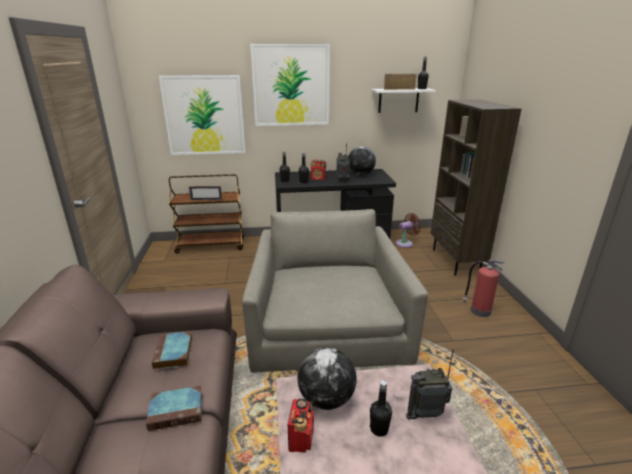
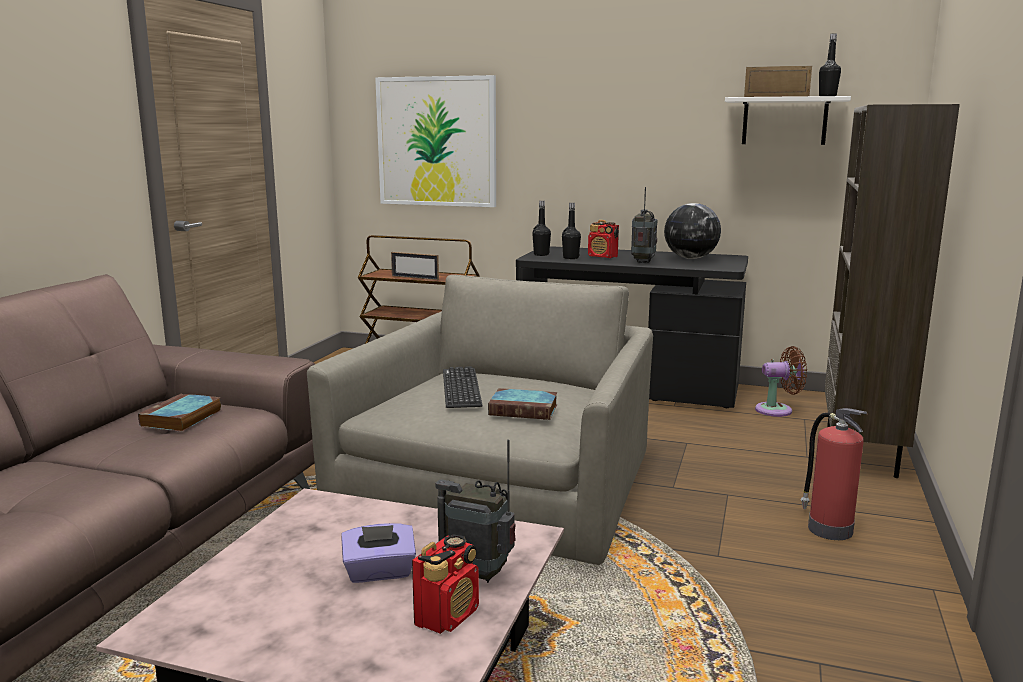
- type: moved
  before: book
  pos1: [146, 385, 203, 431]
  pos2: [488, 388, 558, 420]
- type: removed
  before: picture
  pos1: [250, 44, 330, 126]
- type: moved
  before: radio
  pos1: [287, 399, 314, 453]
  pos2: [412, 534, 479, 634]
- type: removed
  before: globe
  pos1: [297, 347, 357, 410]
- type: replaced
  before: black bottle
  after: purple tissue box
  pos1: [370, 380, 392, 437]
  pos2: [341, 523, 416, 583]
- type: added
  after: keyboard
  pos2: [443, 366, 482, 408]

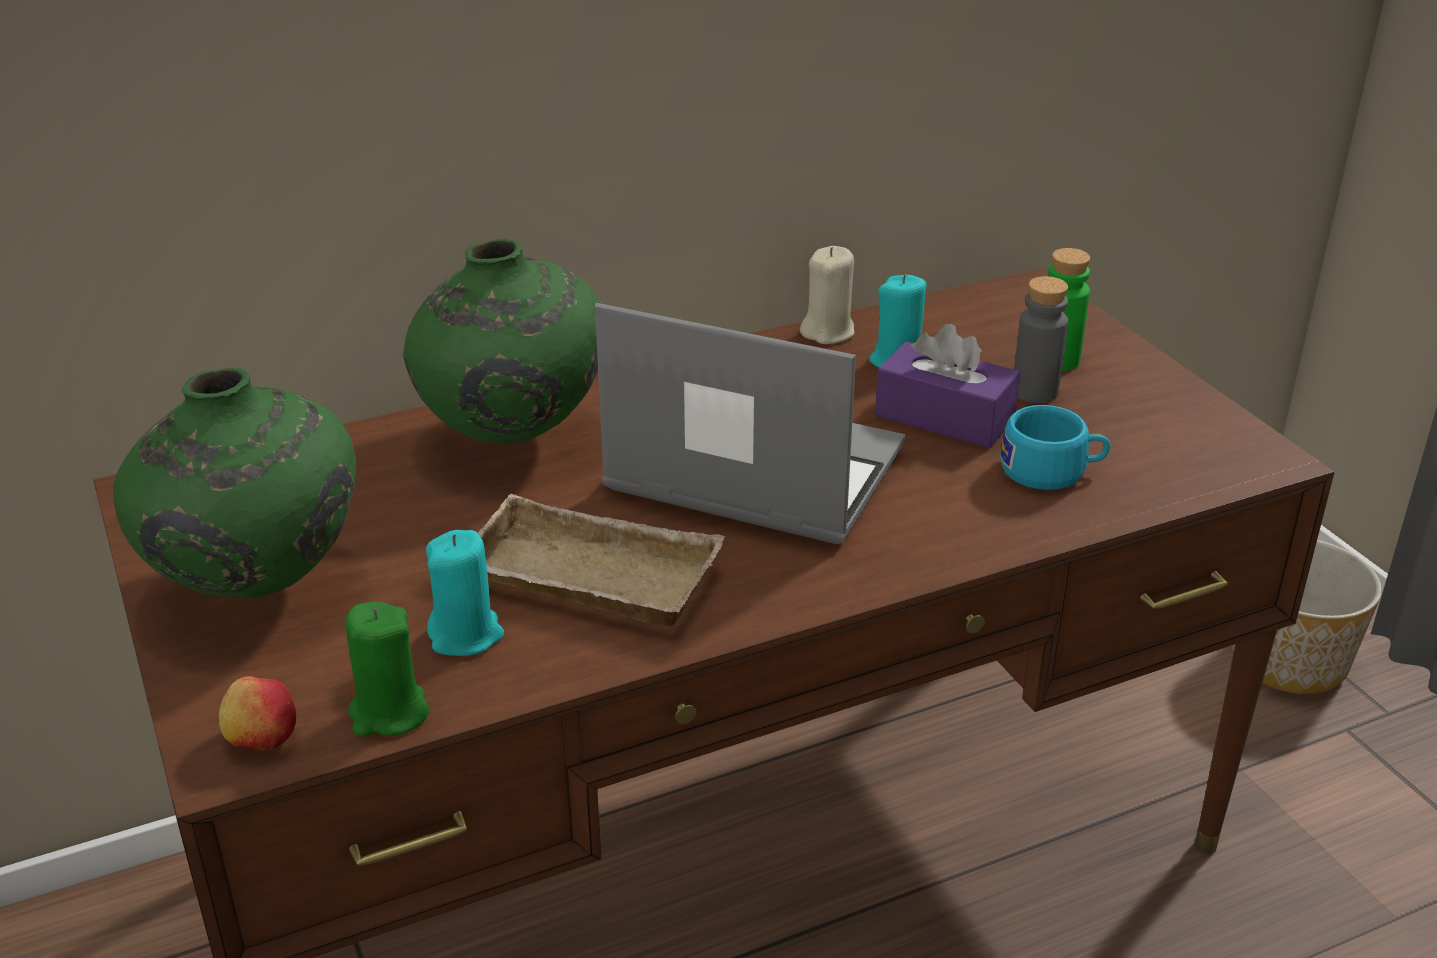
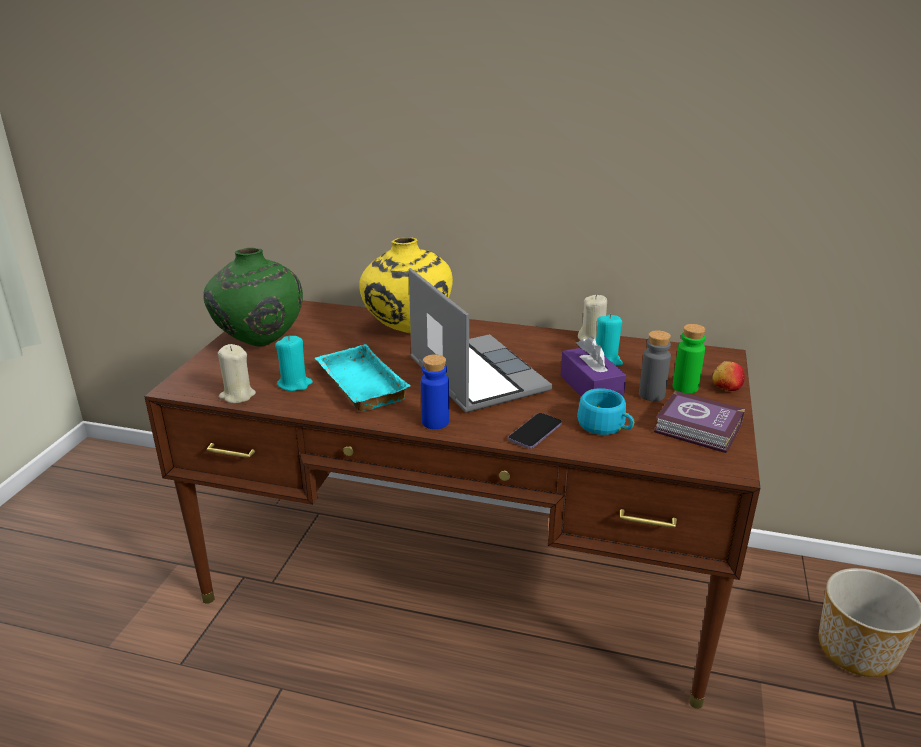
- type: moved
  before: apple
  pos1: [219, 676, 296, 750]
  pos2: [713, 361, 745, 391]
- type: recoloured
  before: green candle
  after: beige candle
  pos1: [345, 602, 429, 737]
  pos2: [218, 344, 256, 403]
- type: recoloured
  before: green vase
  after: yellow vase
  pos1: [403, 239, 600, 443]
  pos2: [359, 238, 453, 333]
- type: recoloured
  before: beige tray
  after: turquoise tray
  pos1: [478, 494, 725, 626]
  pos2: [315, 344, 411, 411]
- type: added
  after: blue bottle
  pos2: [421, 354, 449, 429]
- type: added
  after: phone
  pos2: [508, 413, 562, 449]
- type: added
  after: book
  pos2: [654, 390, 745, 453]

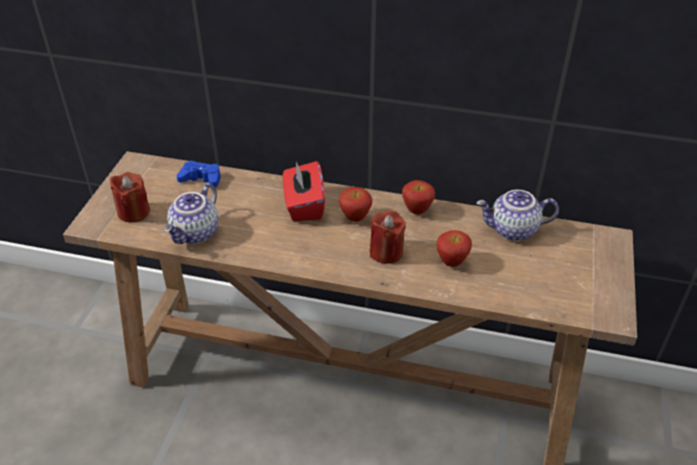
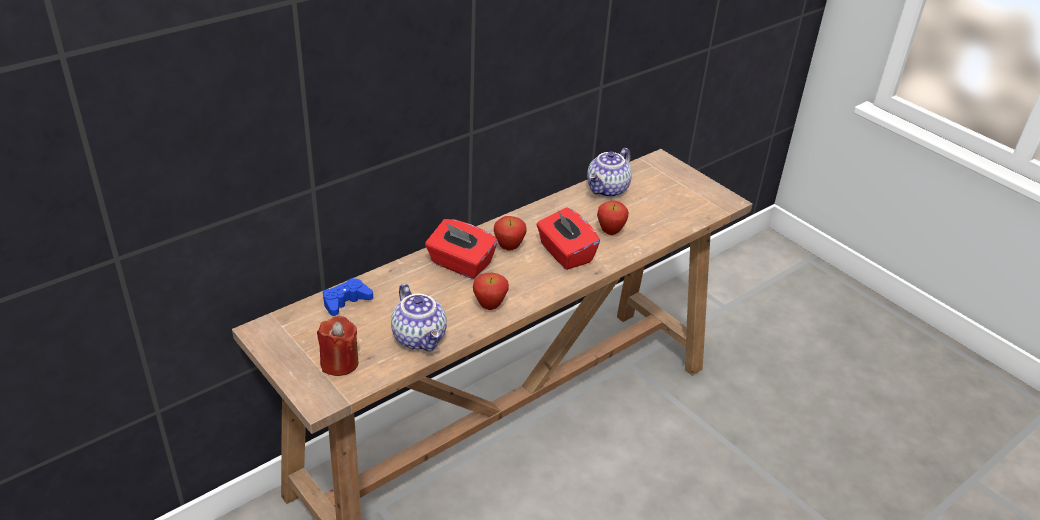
- type: replaced
  before: red candle
  after: red tissue box
  pos1: [369, 210, 406, 264]
  pos2: [536, 207, 600, 270]
- type: moved
  before: apple
  pos1: [402, 180, 435, 215]
  pos2: [473, 273, 509, 310]

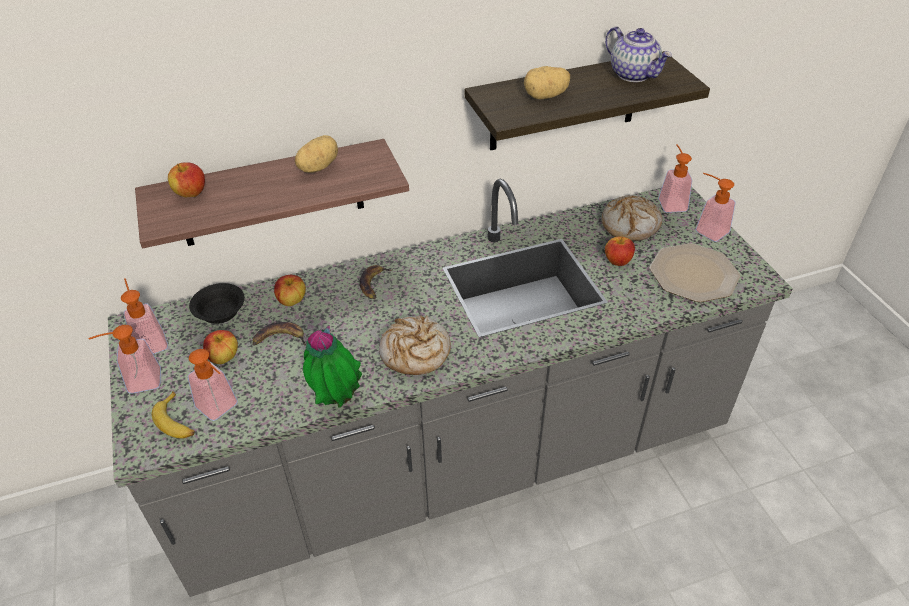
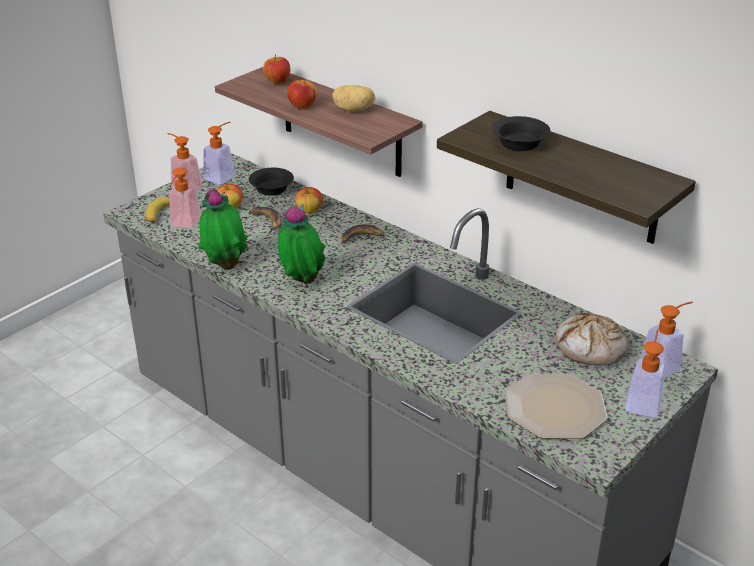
- type: replaced
  before: bread
  after: potted plant
  pos1: [379, 315, 451, 375]
  pos2: [278, 205, 325, 284]
- type: replaced
  before: potato
  after: black bowl
  pos1: [524, 66, 570, 99]
  pos2: [492, 116, 550, 151]
- type: removed
  before: teapot
  pos1: [605, 27, 672, 82]
- type: moved
  before: apple
  pos1: [605, 236, 635, 266]
  pos2: [287, 79, 317, 109]

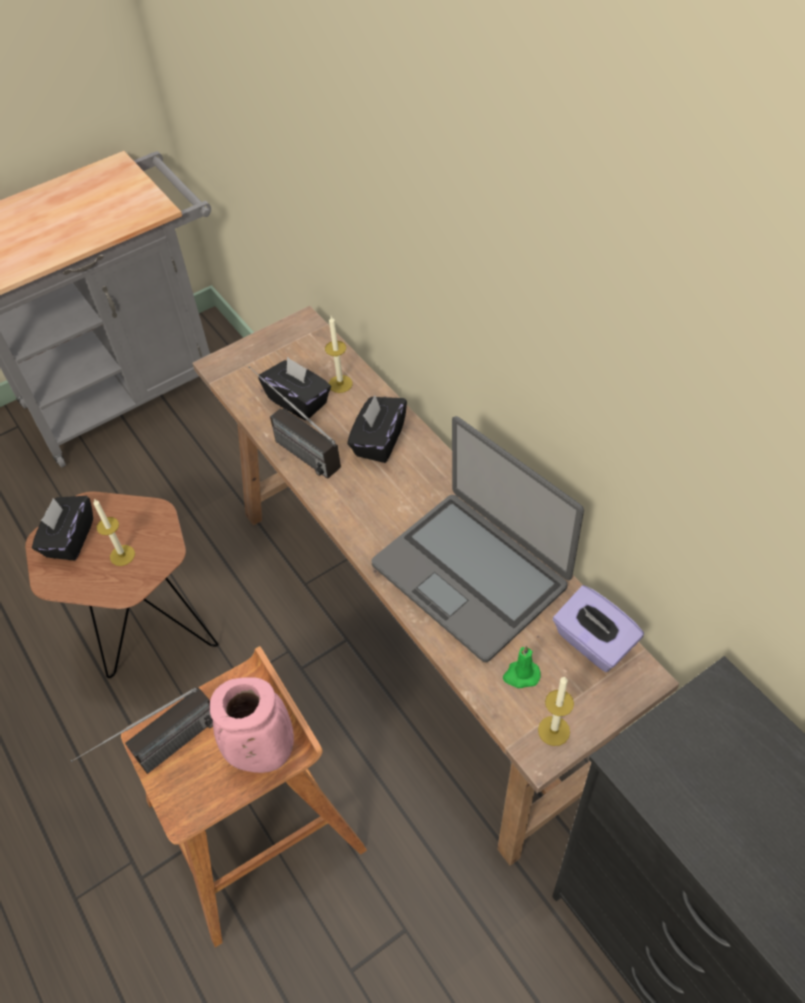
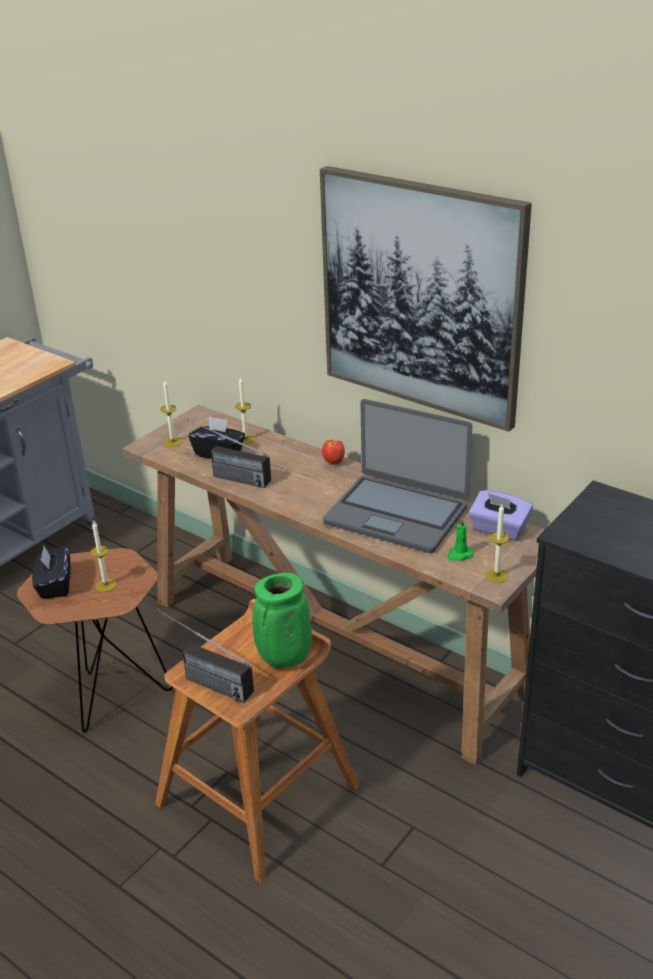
- type: turned
  before: radio
  pos1: [71, 687, 213, 774]
  pos2: [157, 609, 254, 703]
  turn: 90
- type: recoloured
  before: pink vase
  after: green vase
  pos1: [210, 677, 294, 773]
  pos2: [252, 573, 312, 668]
- type: removed
  before: black tissue box
  pos1: [347, 396, 407, 463]
- type: added
  after: candle
  pos2: [160, 380, 182, 447]
- type: added
  after: picture
  pos2: [320, 166, 532, 432]
- type: added
  after: apple
  pos2: [322, 440, 345, 465]

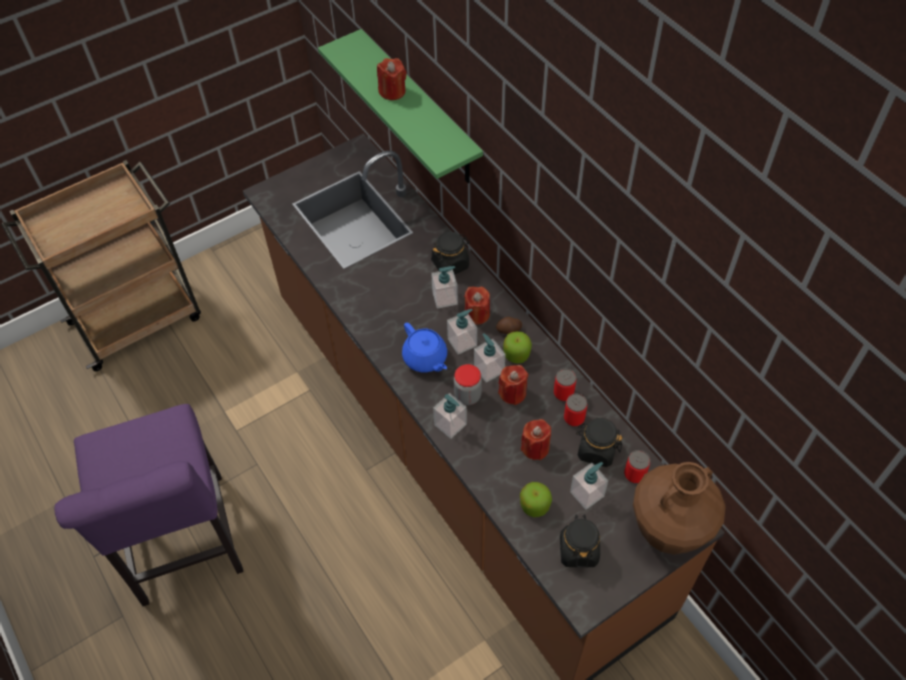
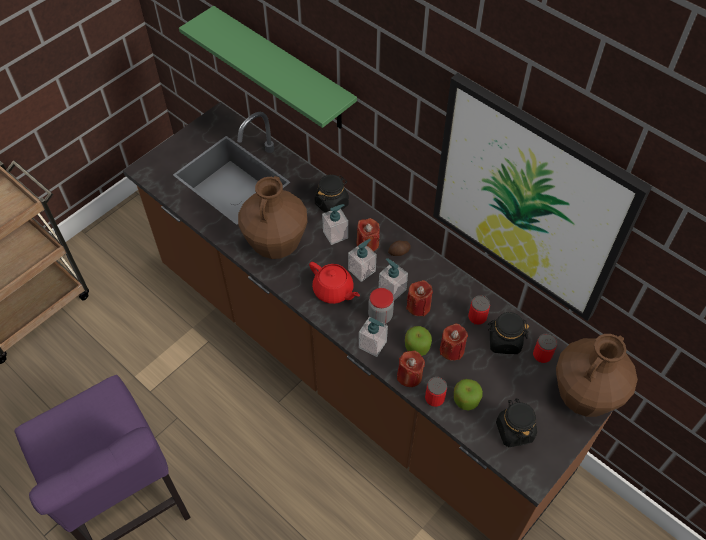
- type: moved
  before: red candle
  pos1: [377, 58, 406, 100]
  pos2: [397, 351, 425, 387]
- type: recoloured
  before: blue teapot
  after: red teapot
  pos1: [402, 323, 447, 372]
  pos2: [309, 262, 360, 304]
- type: moved
  before: apple
  pos1: [503, 331, 532, 364]
  pos2: [405, 326, 432, 356]
- type: moved
  before: can
  pos1: [554, 369, 577, 401]
  pos2: [425, 377, 447, 407]
- type: removed
  before: soap dispenser
  pos1: [570, 462, 608, 510]
- type: added
  after: brown vase
  pos2: [238, 176, 307, 259]
- type: added
  after: picture
  pos2: [433, 73, 652, 321]

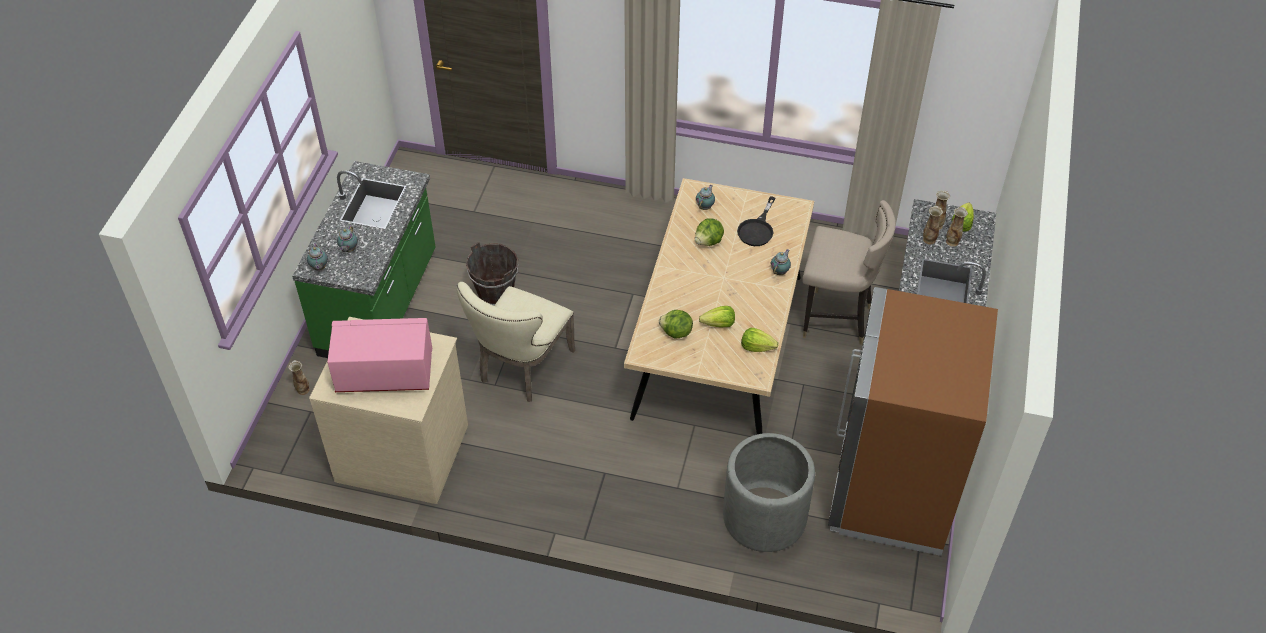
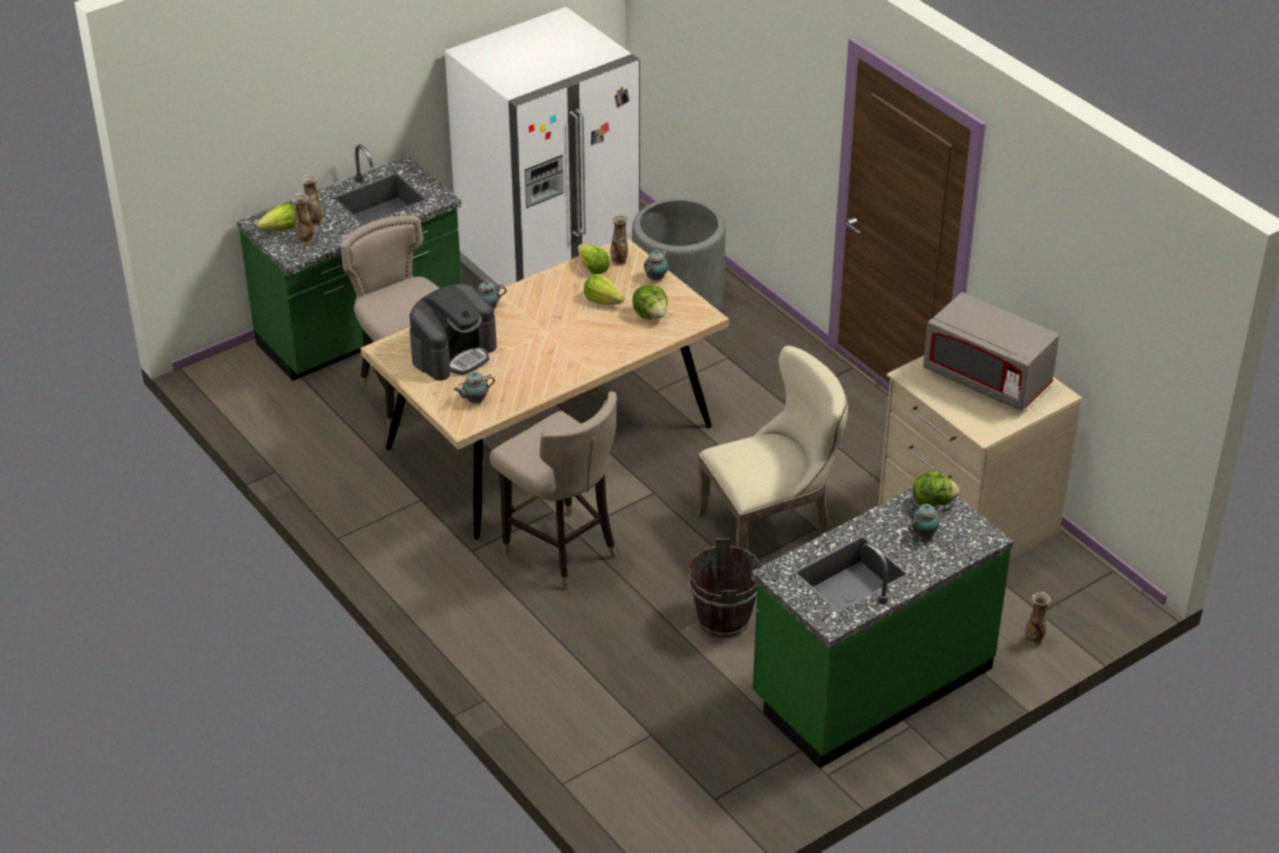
- type: moved
  before: teapot
  pos1: [307, 243, 328, 271]
  pos2: [644, 250, 669, 280]
- type: recoloured
  before: pink microwave
  after: grey microwave
  pos1: [327, 318, 432, 392]
  pos2: [923, 292, 1059, 411]
- type: moved
  before: lettuce
  pos1: [695, 218, 724, 246]
  pos2: [913, 471, 960, 510]
- type: replaced
  before: black frying pan
  after: coffee machine
  pos1: [737, 196, 775, 246]
  pos2: [410, 284, 497, 381]
- type: recoloured
  before: brown fridge
  after: white fridge
  pos1: [828, 287, 998, 556]
  pos2: [445, 7, 640, 289]
- type: moved
  before: vase
  pos1: [923, 206, 943, 244]
  pos2: [610, 214, 629, 266]
- type: added
  after: beige stool
  pos2: [489, 392, 617, 590]

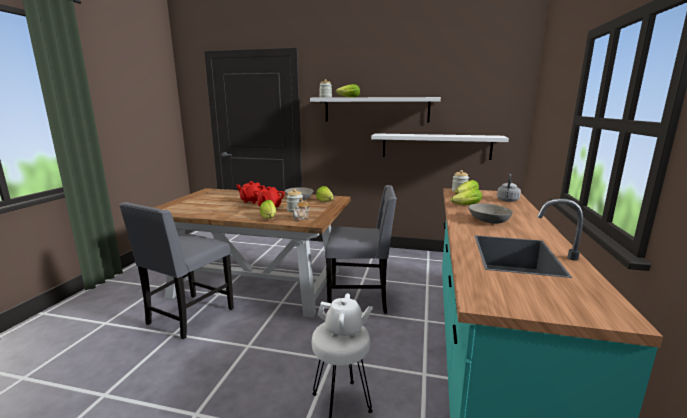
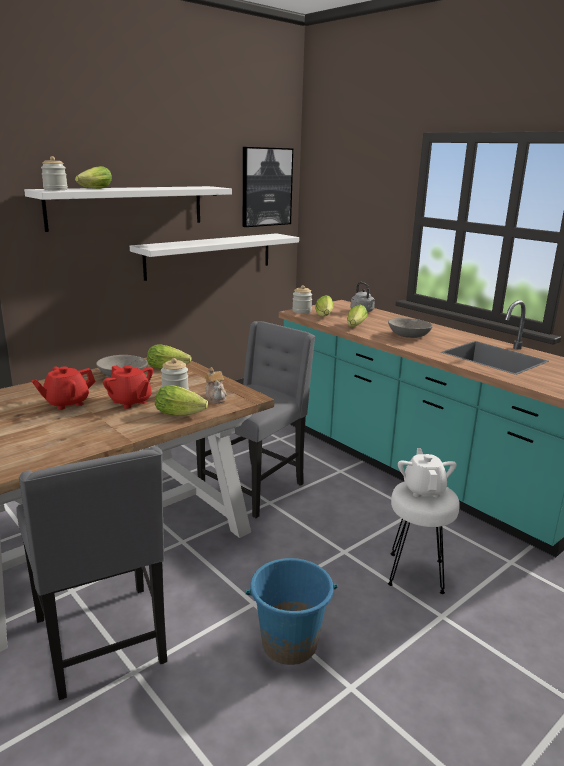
- type: turned
  before: white teapot
  pos1: [317, 293, 373, 338]
  pos2: [398, 448, 457, 497]
  turn: -45
- type: added
  after: picture
  pos2: [243, 147, 293, 227]
- type: added
  after: blue bucket
  pos2: [246, 558, 338, 665]

